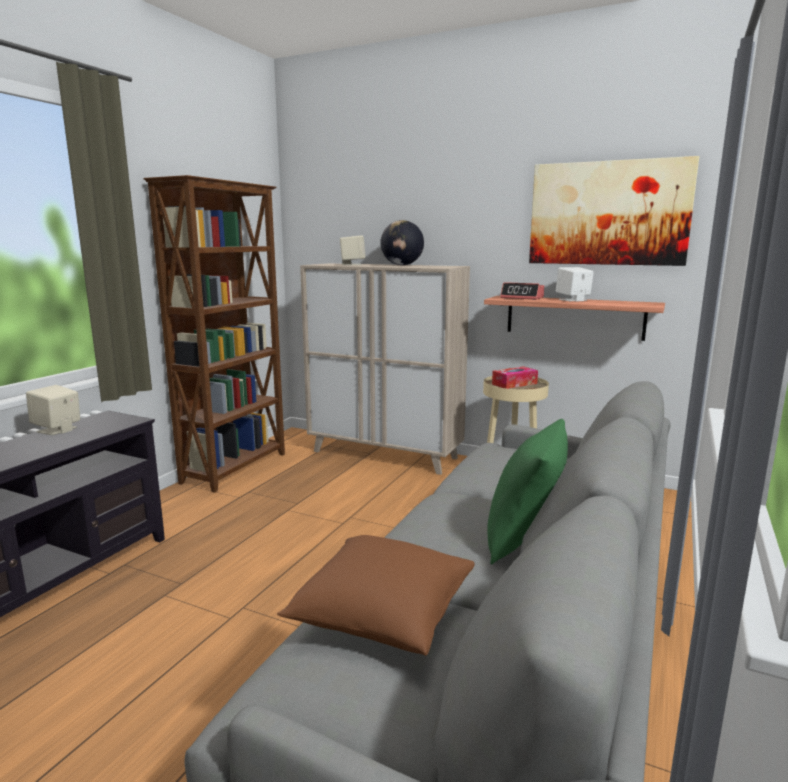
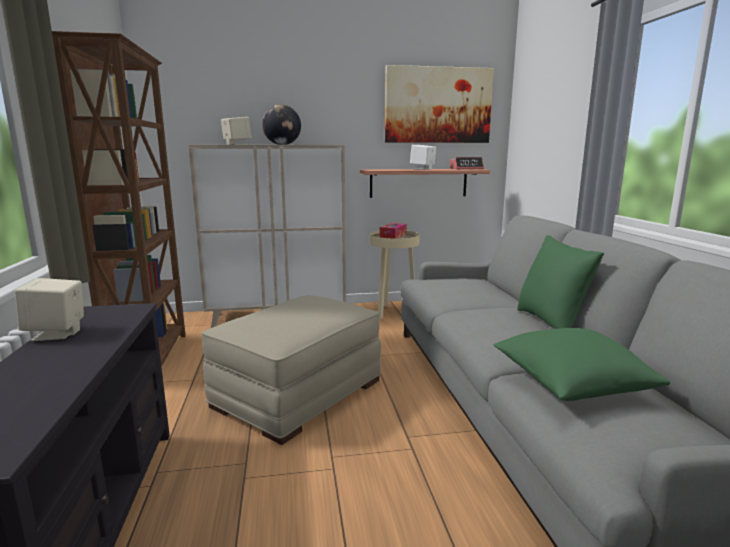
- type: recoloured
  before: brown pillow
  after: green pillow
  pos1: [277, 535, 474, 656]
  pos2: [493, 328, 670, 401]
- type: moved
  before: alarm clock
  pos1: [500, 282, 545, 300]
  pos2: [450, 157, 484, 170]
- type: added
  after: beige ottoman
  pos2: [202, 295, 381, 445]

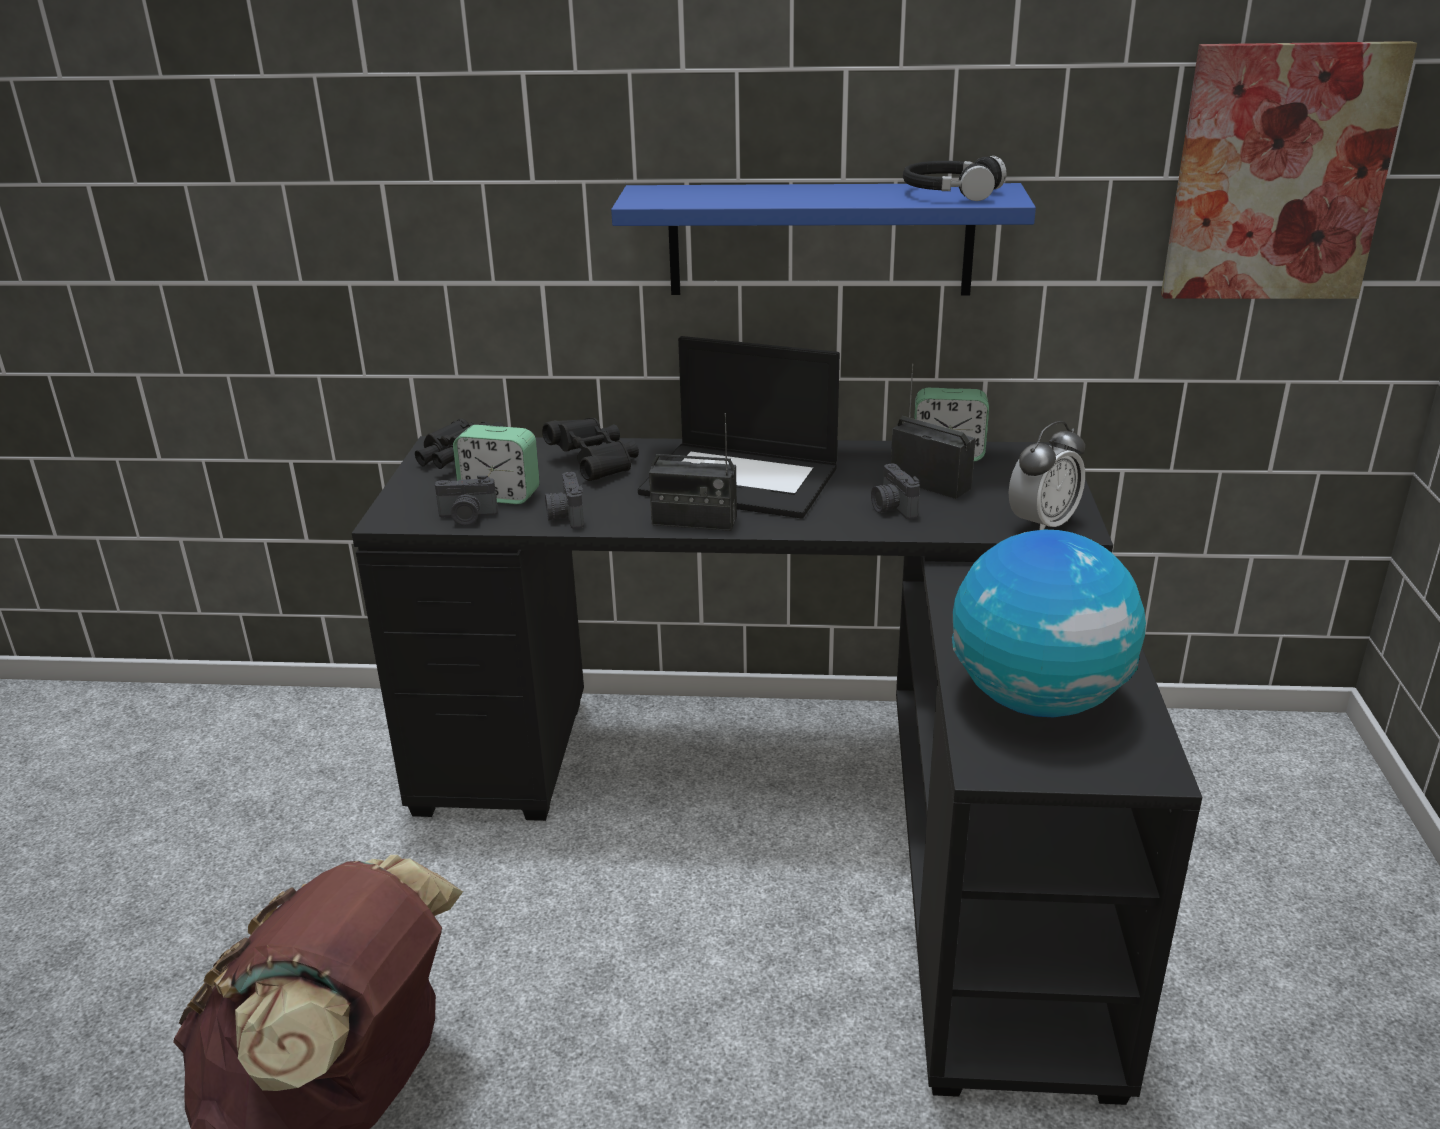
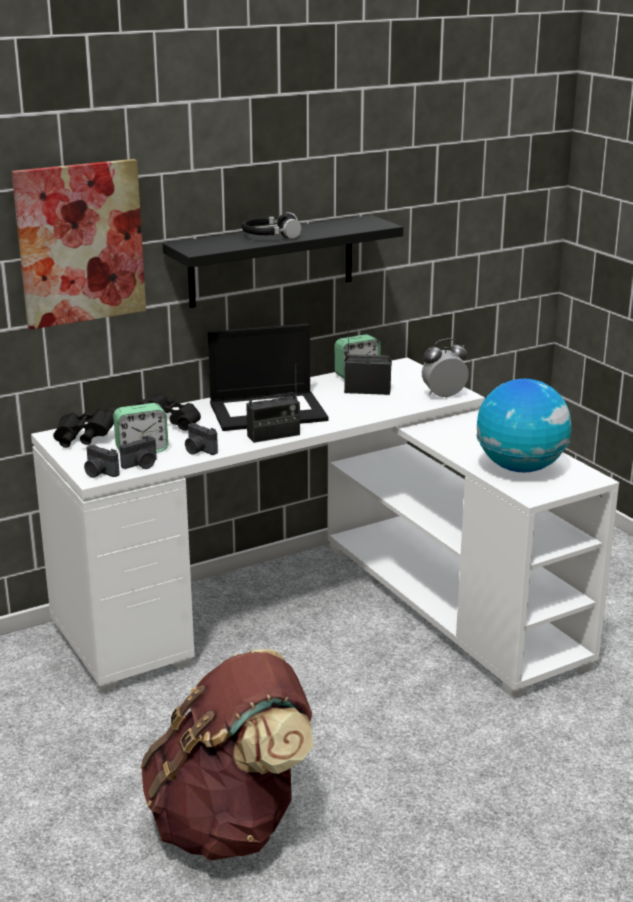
- type: recoloured
  before: black desk
  after: white desk
  pos1: [352, 436, 1202, 1105]
  pos2: [31, 357, 619, 698]
- type: recoloured
  before: blue shelf
  after: black shelf
  pos1: [611, 183, 1036, 295]
  pos2: [163, 215, 403, 308]
- type: moved
  before: photo camera
  pos1: [871, 463, 920, 520]
  pos2: [84, 445, 120, 478]
- type: moved
  before: black headphones
  pos1: [903, 156, 1007, 201]
  pos2: [242, 212, 301, 239]
- type: turned
  before: alarm clock
  pos1: [1009, 421, 1085, 530]
  pos2: [422, 339, 469, 399]
  turn: -120
- type: moved
  before: picture
  pos1: [1161, 41, 1417, 299]
  pos2: [12, 159, 146, 330]

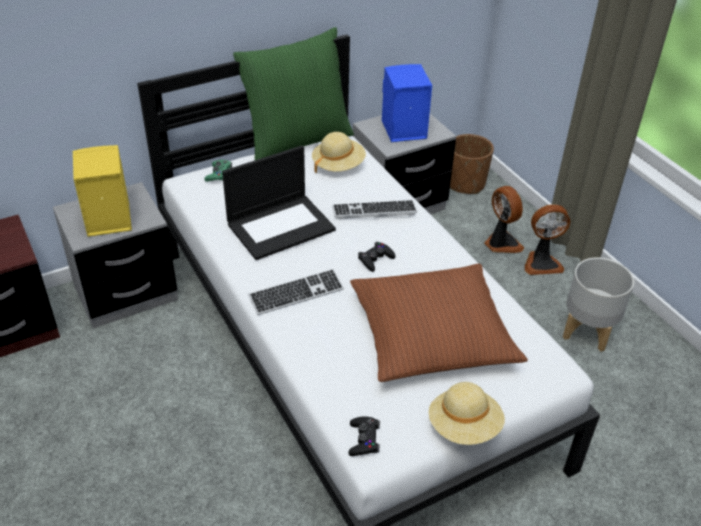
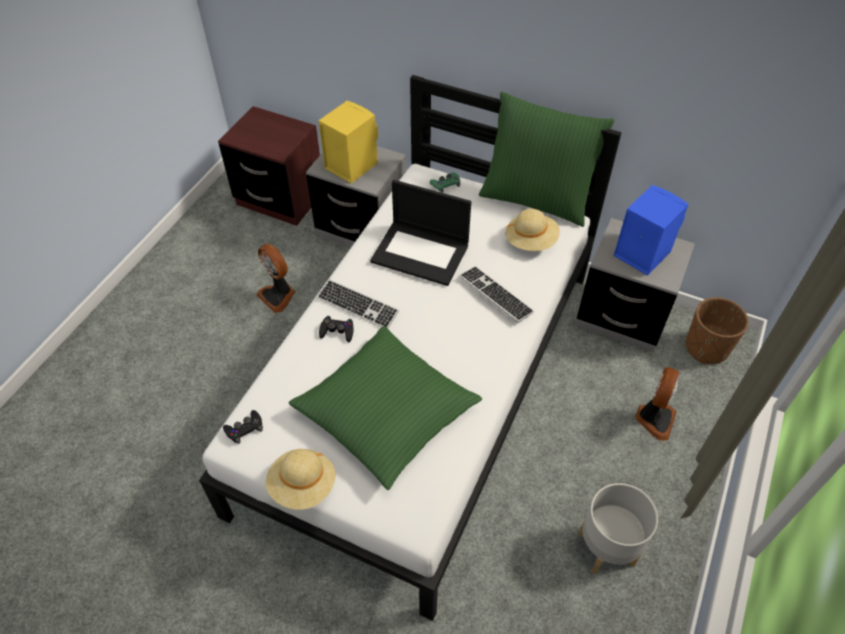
- type: recoloured
  before: brown pillow
  after: green pillow
  pos1: [350, 264, 528, 382]
  pos2: [289, 326, 482, 490]
- type: moved
  before: black game controller
  pos1: [358, 242, 395, 272]
  pos2: [319, 316, 354, 342]
- type: moved
  before: fan
  pos1: [525, 204, 570, 275]
  pos2: [256, 244, 295, 313]

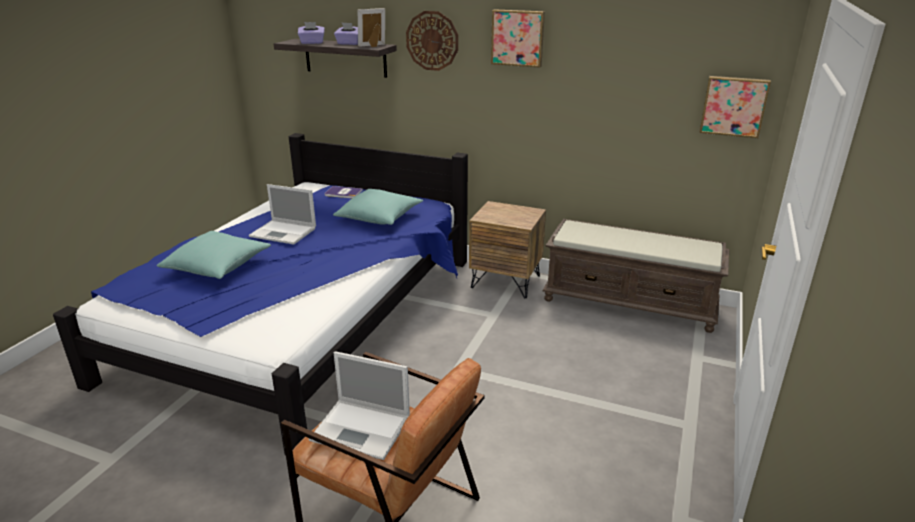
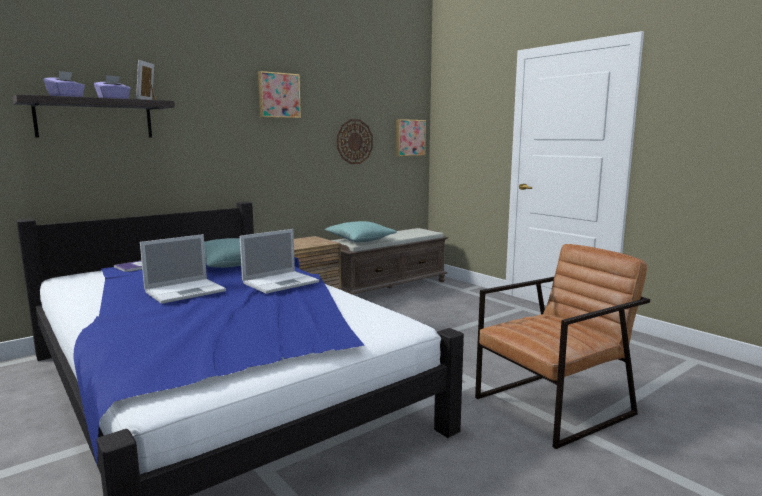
- type: moved
  before: turquoise pillow
  pos1: [157, 231, 271, 279]
  pos2: [325, 221, 397, 242]
- type: moved
  before: laptop
  pos1: [309, 351, 410, 460]
  pos2: [240, 229, 319, 294]
- type: moved
  before: wall clock
  pos1: [406, 11, 458, 71]
  pos2: [337, 119, 373, 164]

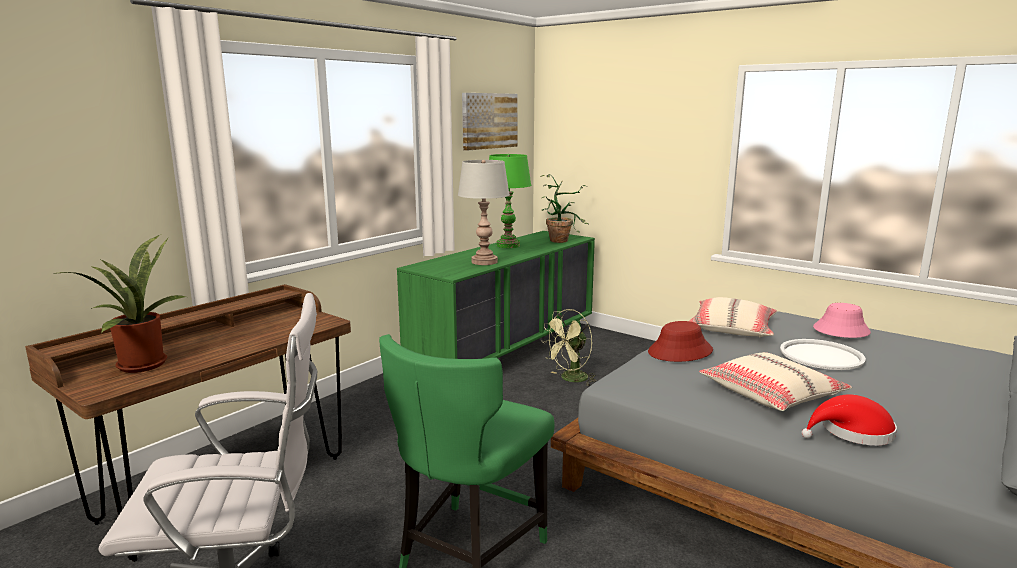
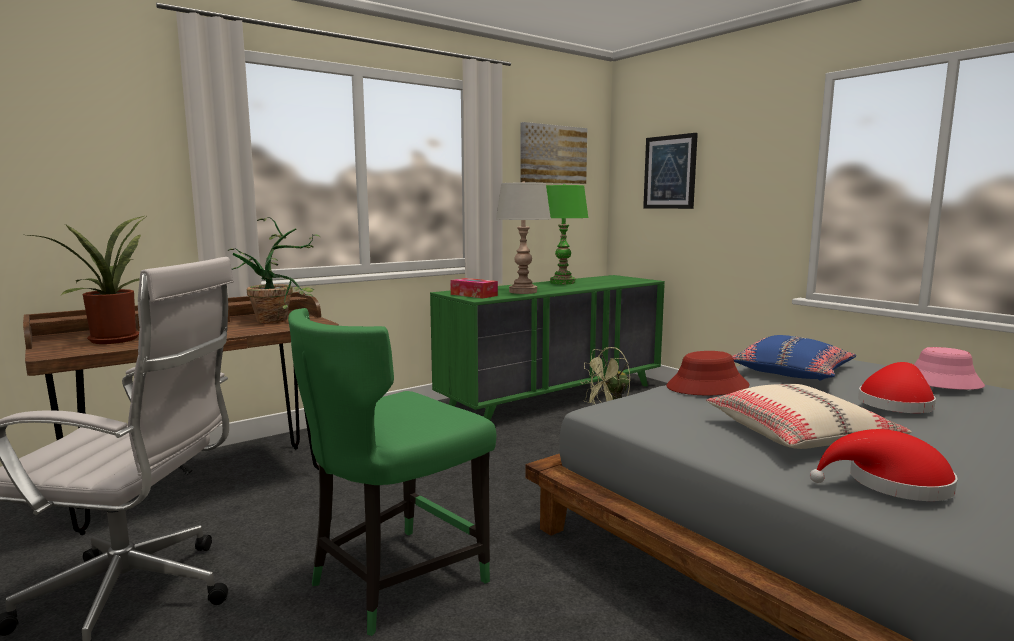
- type: moved
  before: potted plant
  pos1: [540, 174, 588, 243]
  pos2: [228, 217, 320, 324]
- type: recoloured
  before: beige pillow
  after: blue pillow
  pos1: [690, 297, 777, 338]
  pos2: [732, 335, 856, 381]
- type: replaced
  before: white tray
  after: red hat
  pos1: [780, 339, 866, 370]
  pos2: [858, 362, 936, 413]
- type: added
  after: tissue box
  pos2: [450, 278, 498, 298]
- type: added
  after: picture
  pos2: [643, 133, 698, 209]

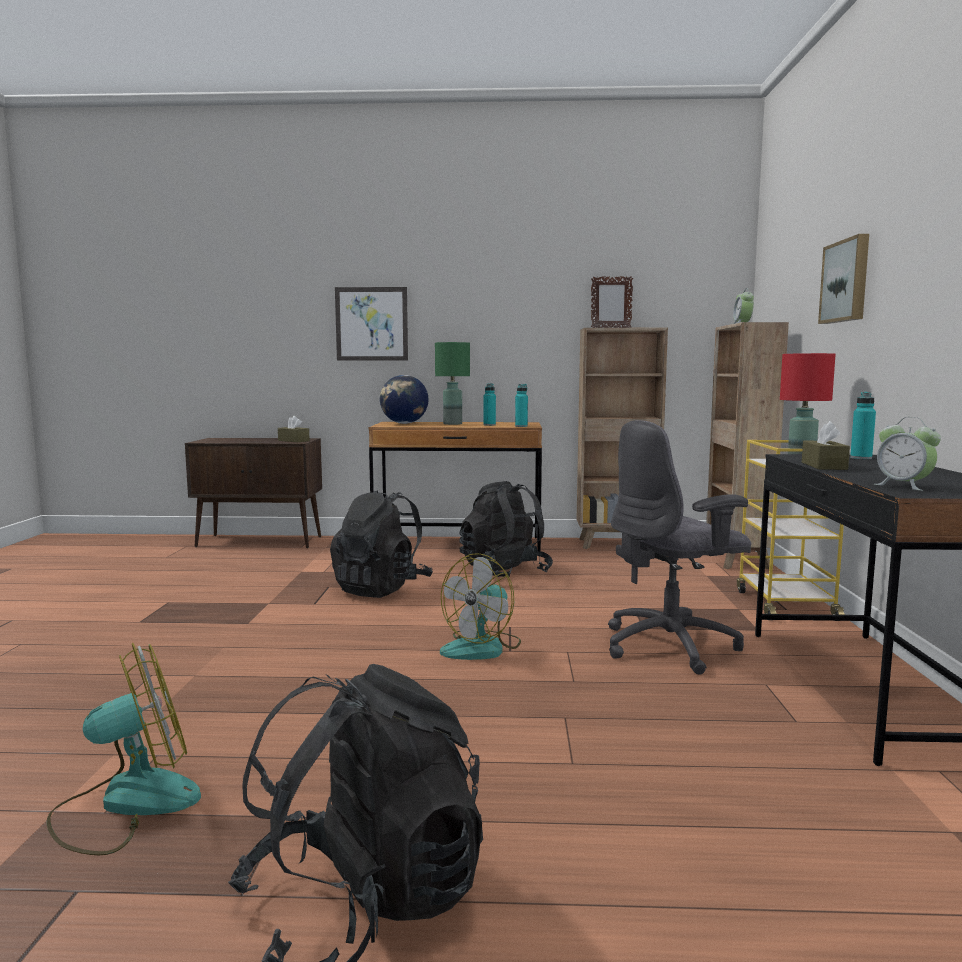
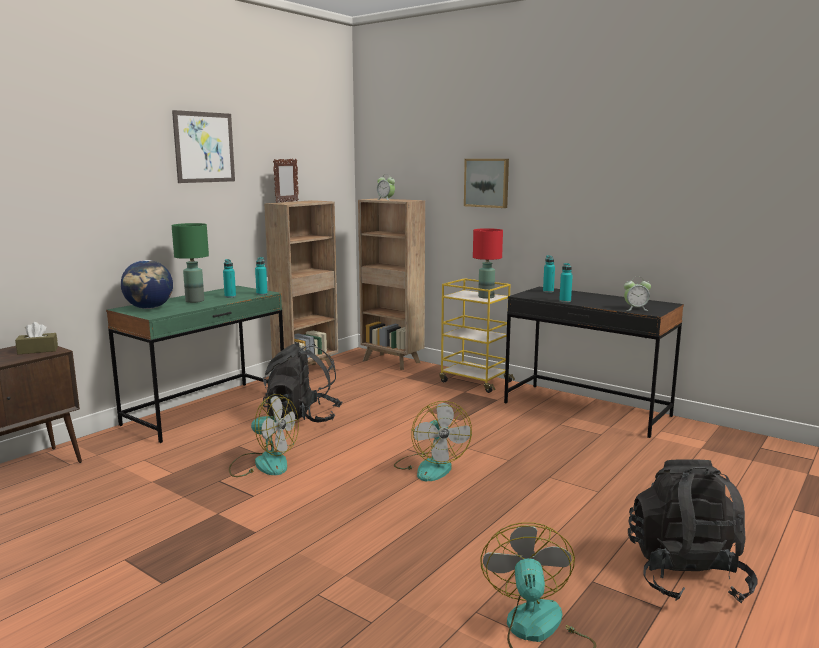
- type: replaced
  before: black backpack
  after: fan
  pos1: [330, 490, 433, 598]
  pos2: [229, 394, 299, 477]
- type: moved
  before: picture
  pos1: [335, 287, 408, 360]
  pos2: [172, 110, 235, 183]
- type: recoloured
  before: brown desk
  after: green desk
  pos1: [369, 422, 542, 551]
  pos2: [106, 286, 284, 443]
- type: removed
  before: grey office chair
  pos1: [608, 420, 751, 675]
- type: replaced
  before: brown tissue box
  after: turquoise bottle
  pos1: [802, 421, 850, 470]
  pos2: [559, 263, 573, 302]

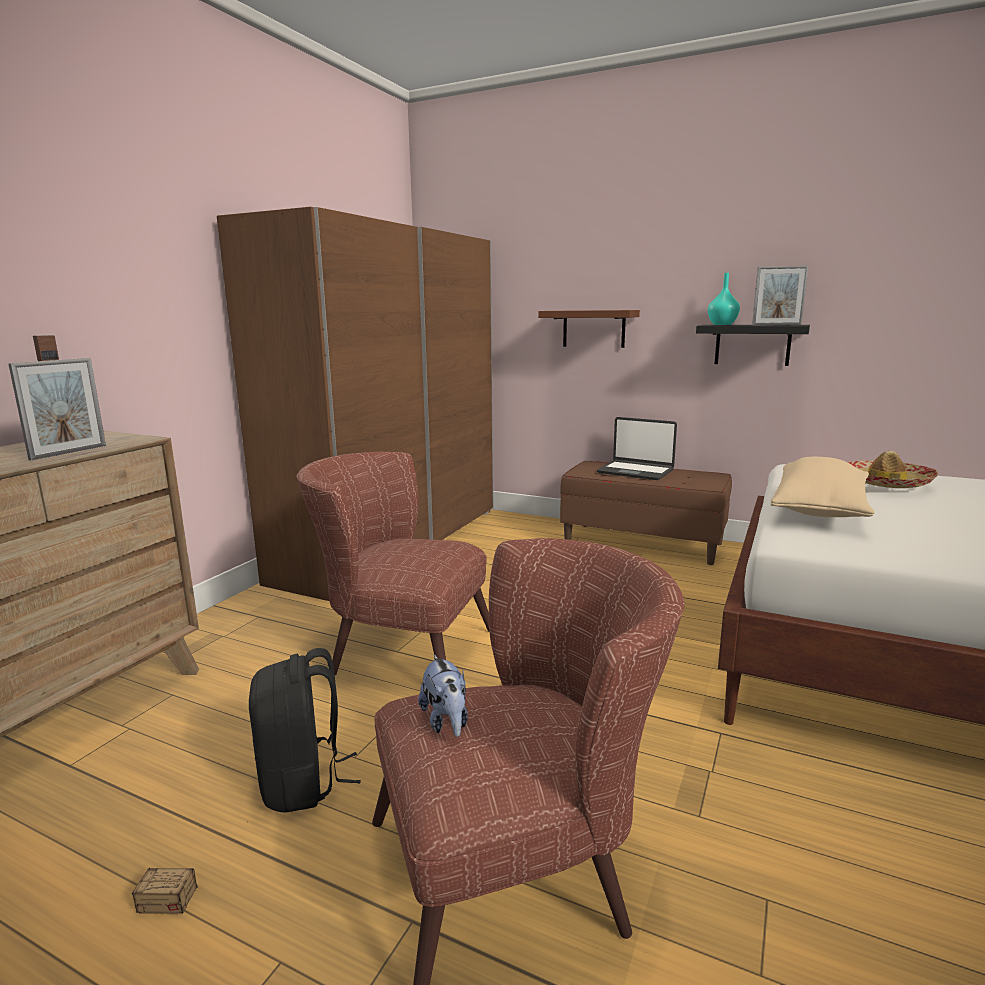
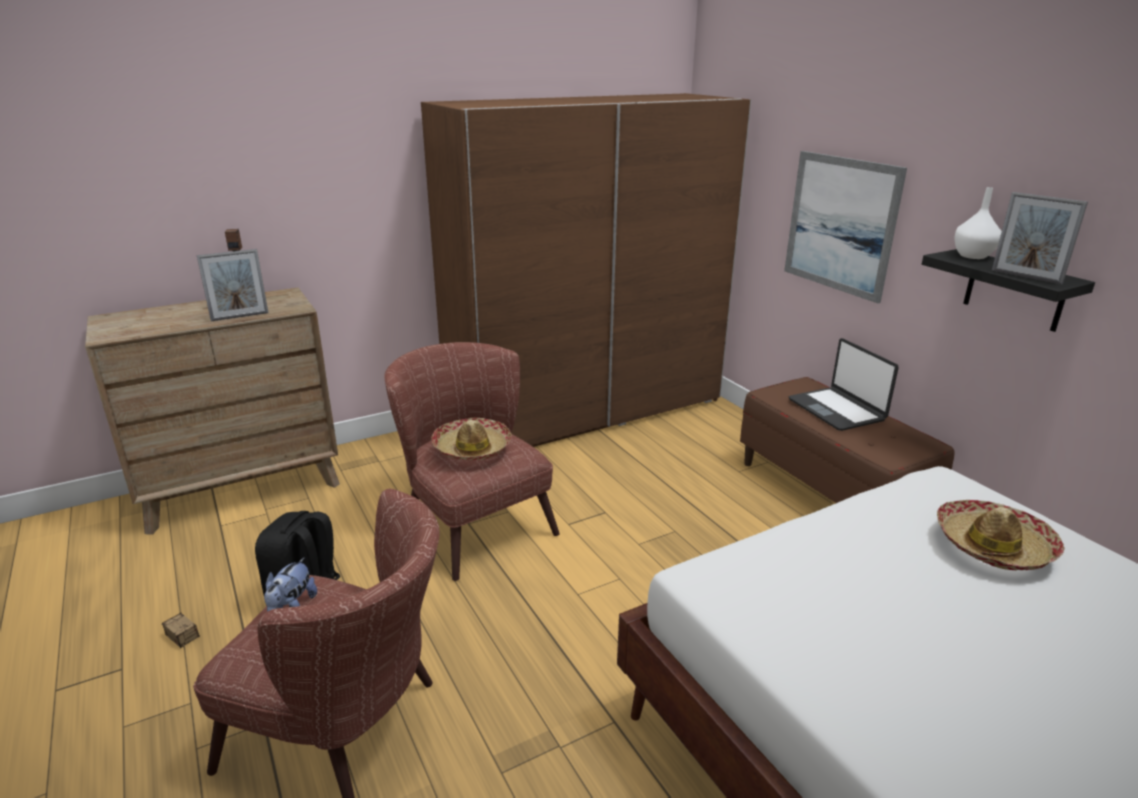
- type: replaced
  before: brown shelf
  after: picture
  pos1: [538, 310, 640, 348]
  pos2: [784, 151, 907, 303]
- type: recoloured
  before: turquoise vase
  after: white vase
  pos1: [708, 273, 740, 325]
  pos2: [954, 187, 1002, 259]
- type: removed
  before: beige pillow
  pos1: [771, 457, 874, 517]
- type: added
  after: hat
  pos2: [431, 418, 512, 460]

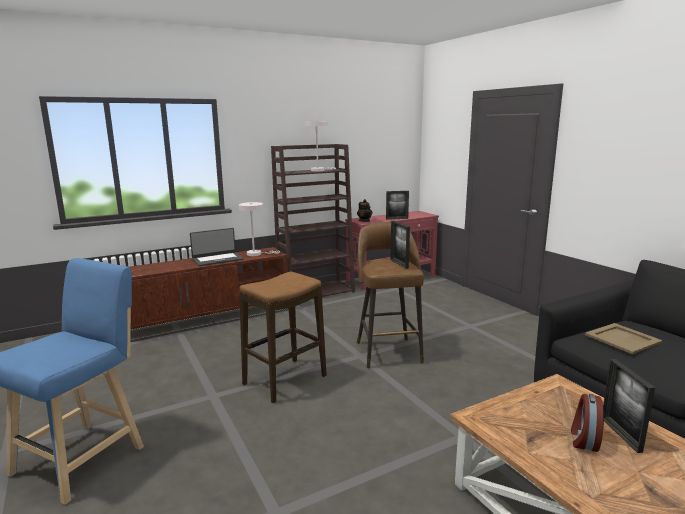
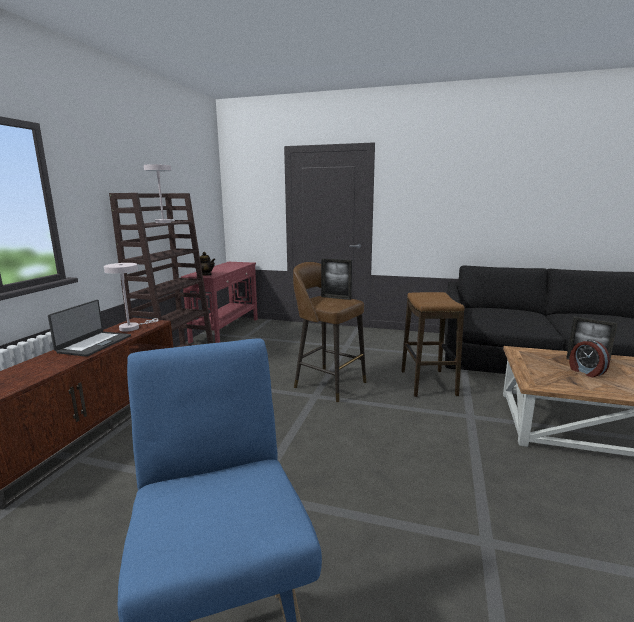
- type: moved
  before: stool
  pos1: [239, 272, 327, 403]
  pos2: [401, 292, 465, 397]
- type: removed
  before: picture frame
  pos1: [386, 191, 409, 220]
- type: removed
  before: beige tray
  pos1: [585, 323, 663, 354]

